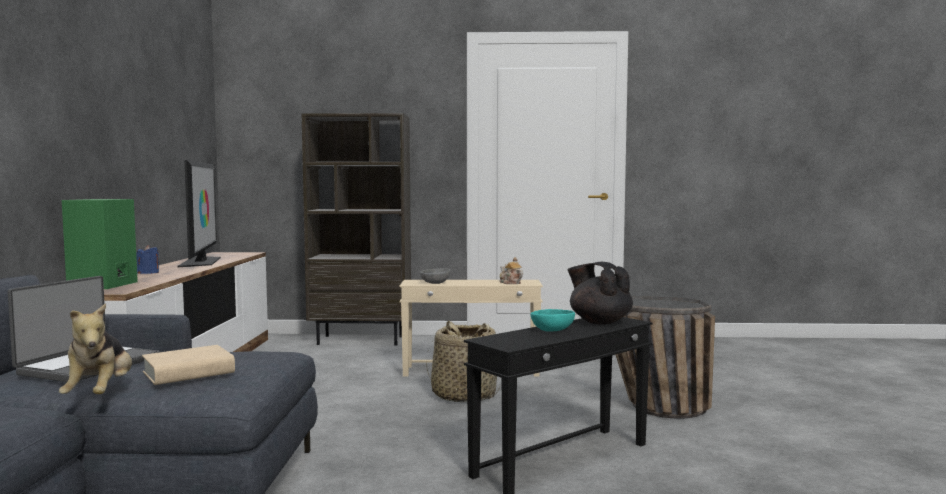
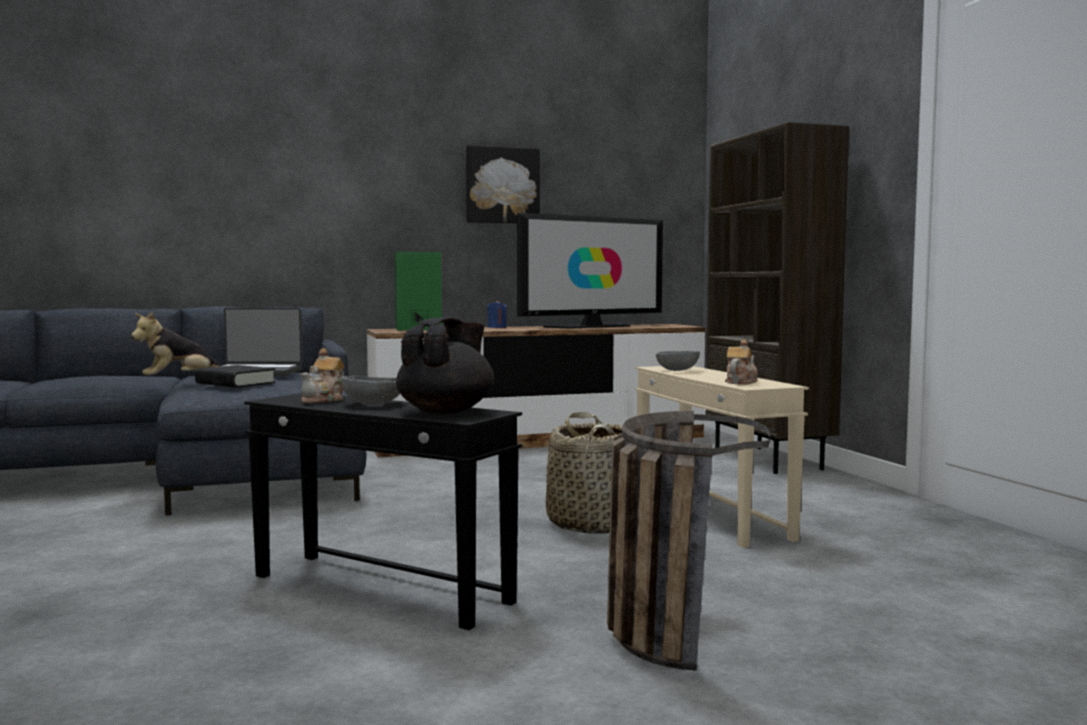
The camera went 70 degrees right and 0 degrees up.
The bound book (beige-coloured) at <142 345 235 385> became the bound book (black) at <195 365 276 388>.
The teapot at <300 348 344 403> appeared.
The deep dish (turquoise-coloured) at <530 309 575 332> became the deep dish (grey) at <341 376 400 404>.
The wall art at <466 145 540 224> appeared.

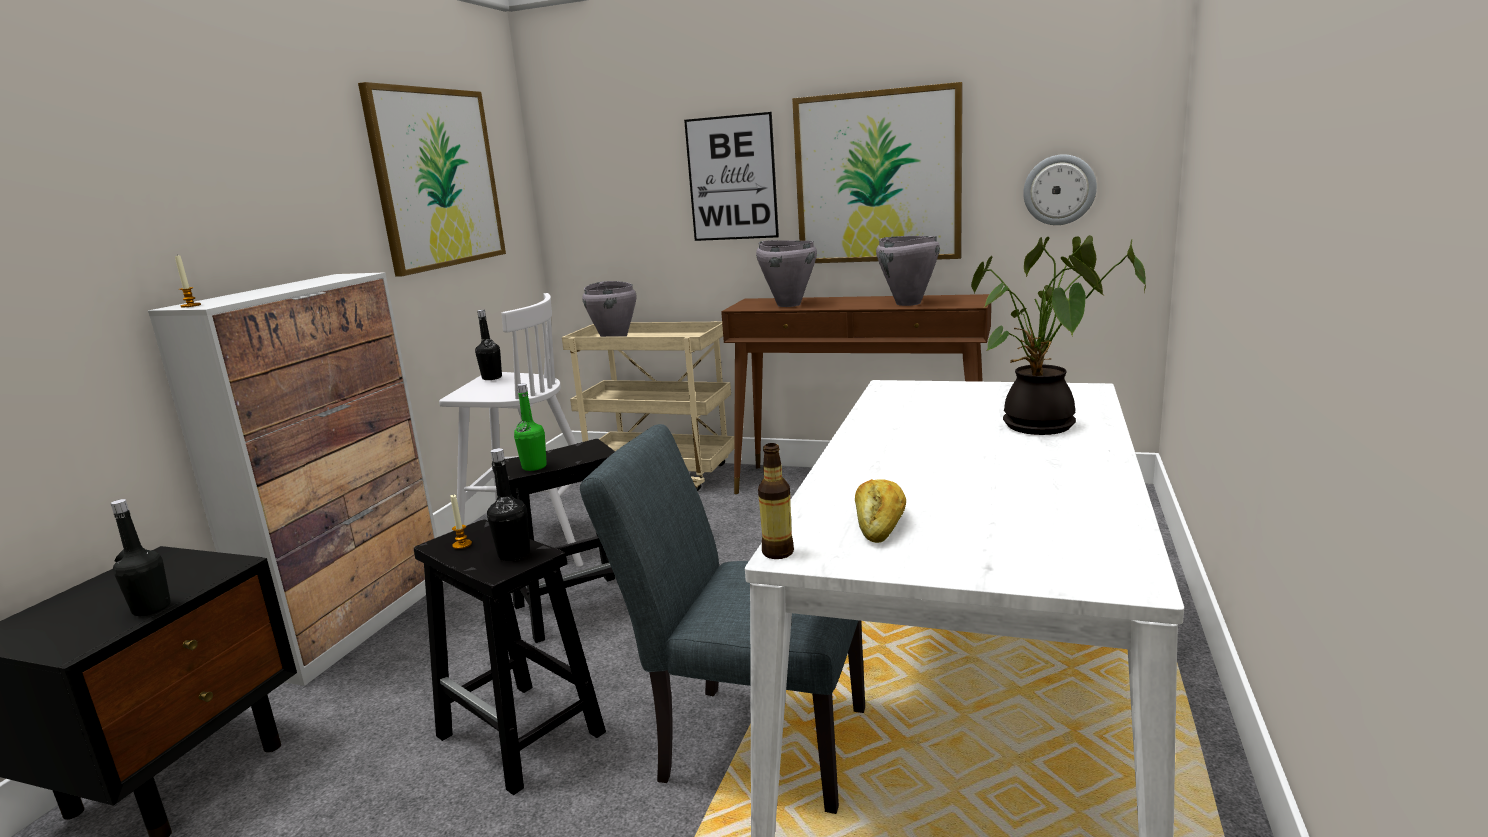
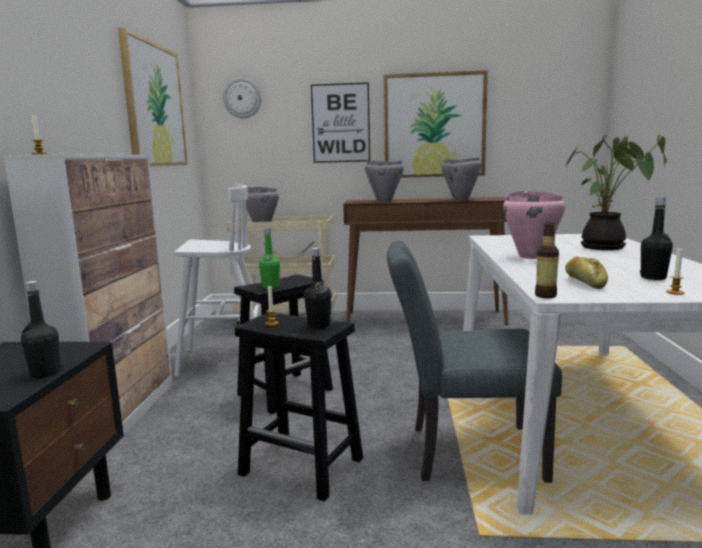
The camera went 15 degrees left and 5 degrees down.
The hanging clock moved from <1023 154 1097 225> to <223 78 261 118>.
The cooking pot (pink-coloured) at <503 191 565 259> appeared.
The drink bottle (black) moved from <475 310 502 380> to <640 198 673 280>.
The wax candle at <666 248 684 295> appeared.

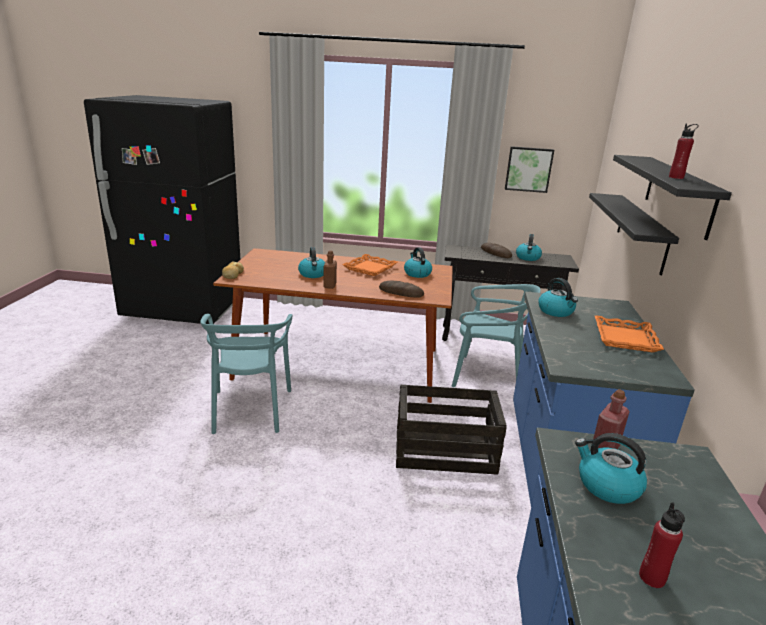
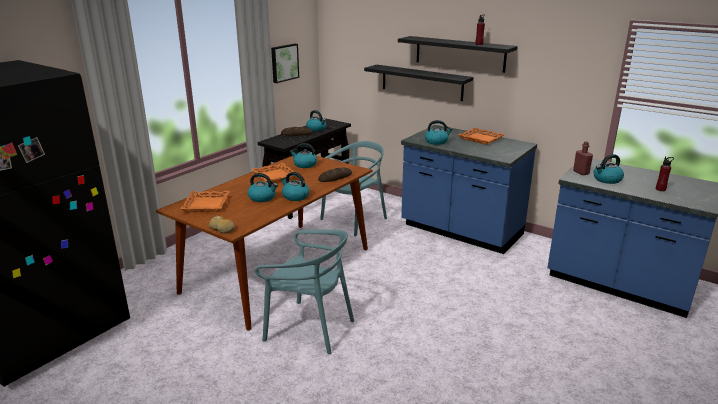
The camera went 60 degrees left and 0 degrees up.
The carrying tray (orangey) at <180 191 230 212> appeared.
The drink bottle (brown-coloured) at <324 250 337 289> was replaced by the water kettle at <281 172 310 201>.
The packing crate at <396 385 507 475> disappeared.

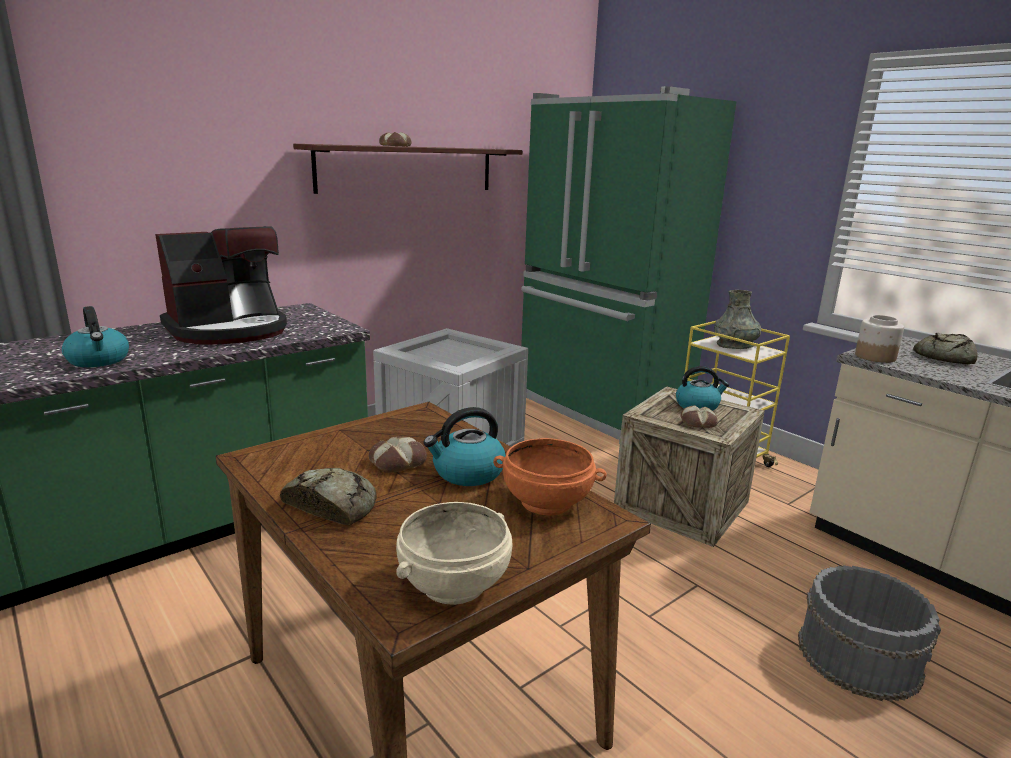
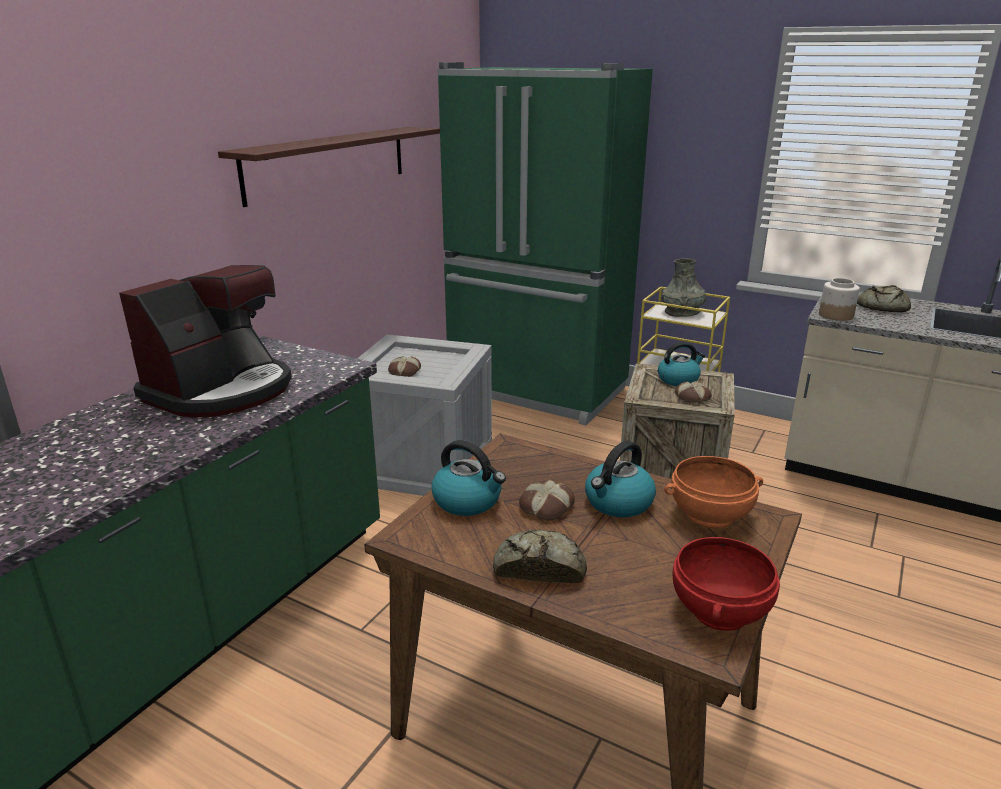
The camera went 20 degrees left and 5 degrees up.
The bread moved from <379 132 411 146> to <388 356 421 377>.
The water kettle moved from <62 306 129 367> to <432 440 506 516>.
The deep dish (beige-coloured) at <396 502 513 605> became the deep dish (red) at <673 537 780 631>.
The water bucket (grey) at <798 565 941 701> disappeared.

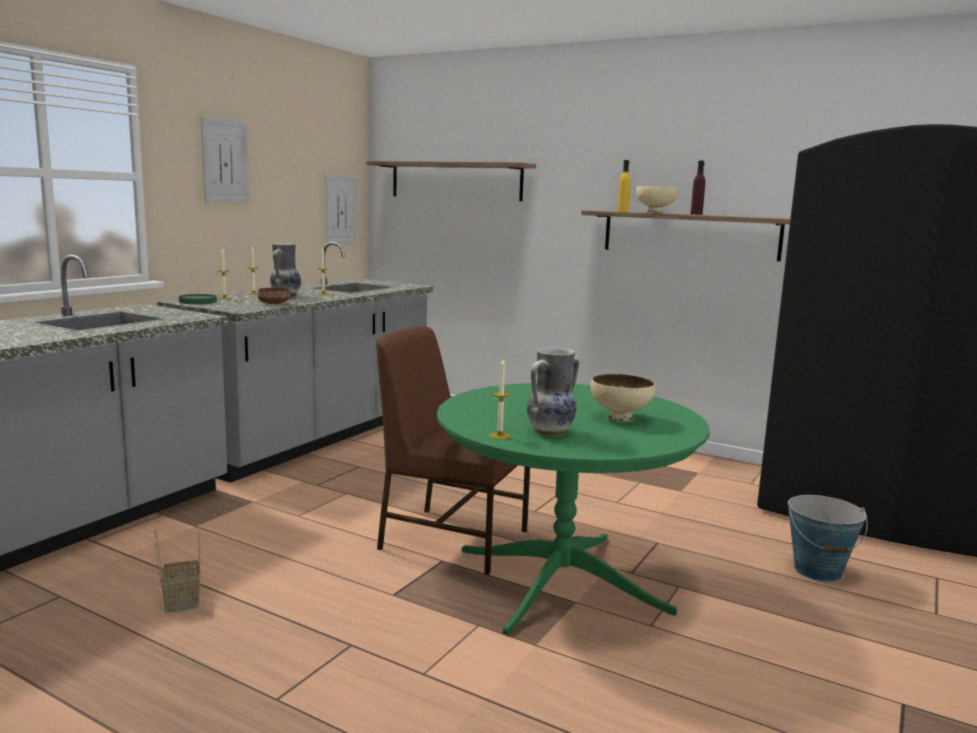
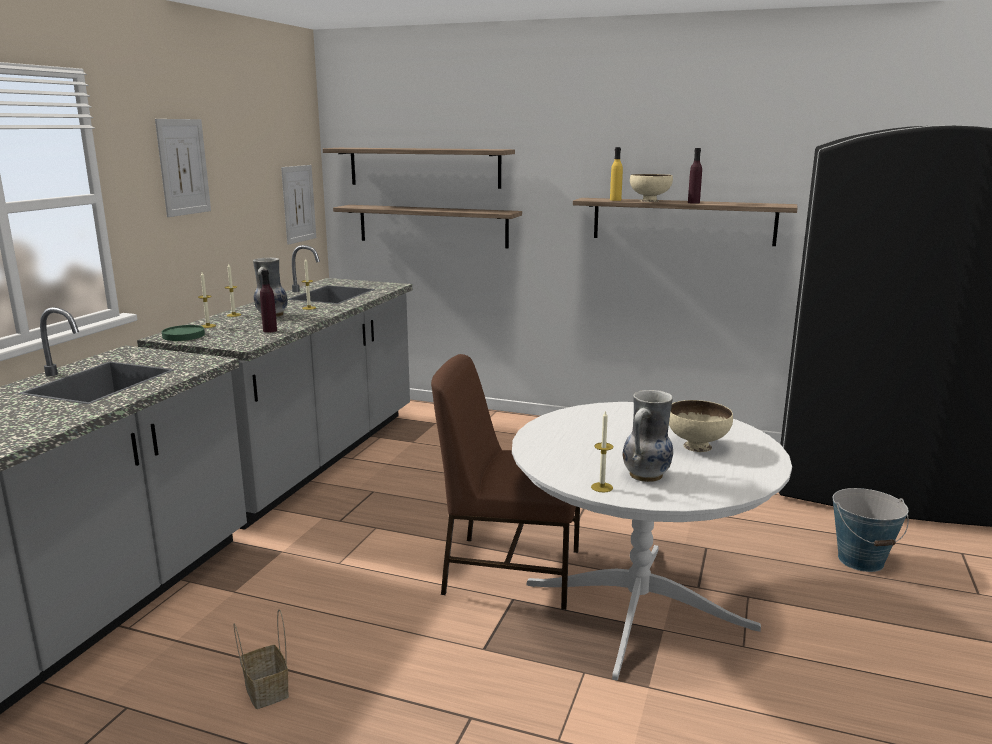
The camera went 10 degrees left and 5 degrees up.
The deep dish (brown-coloured) at <258 288 291 304> was replaced by the drink bottle (purplish) at <260 270 277 333>.
The shelf at <333 205 522 248> appeared.
The dinner table (green-coloured) at <437 383 710 636> became the dinner table (whitish) at <512 402 792 681>.

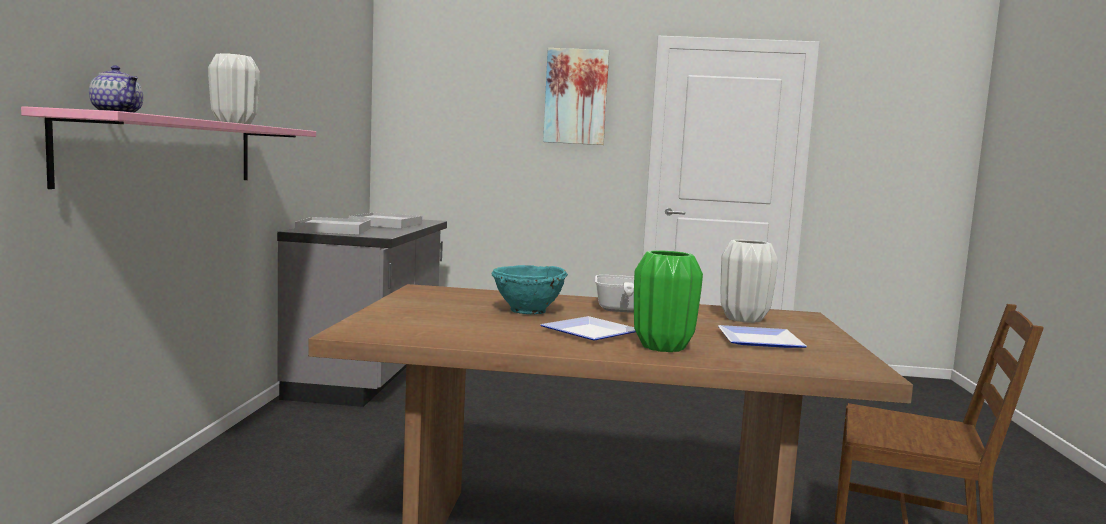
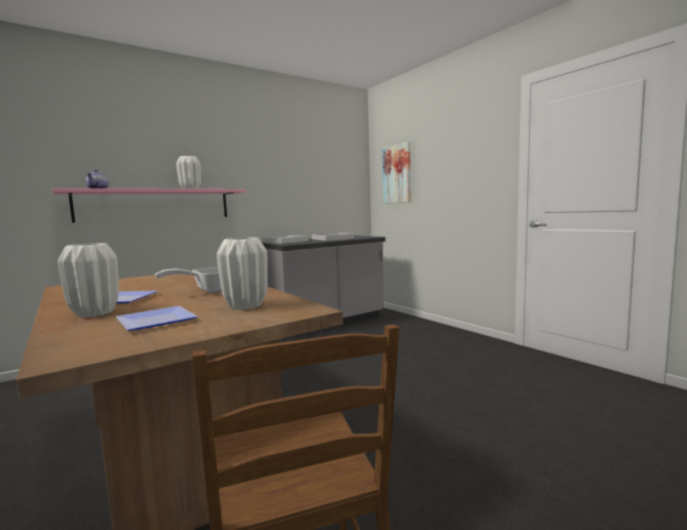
The camera went 50 degrees right and 0 degrees up.
The flower vase (green-coloured) at <634 250 703 352> became the flower vase (whitish) at <58 243 119 317>.
The wall art moved from <543 48 609 145> to <382 142 411 203>.
The deep dish (turquoise-coloured) at <491 265 568 314> disappeared.

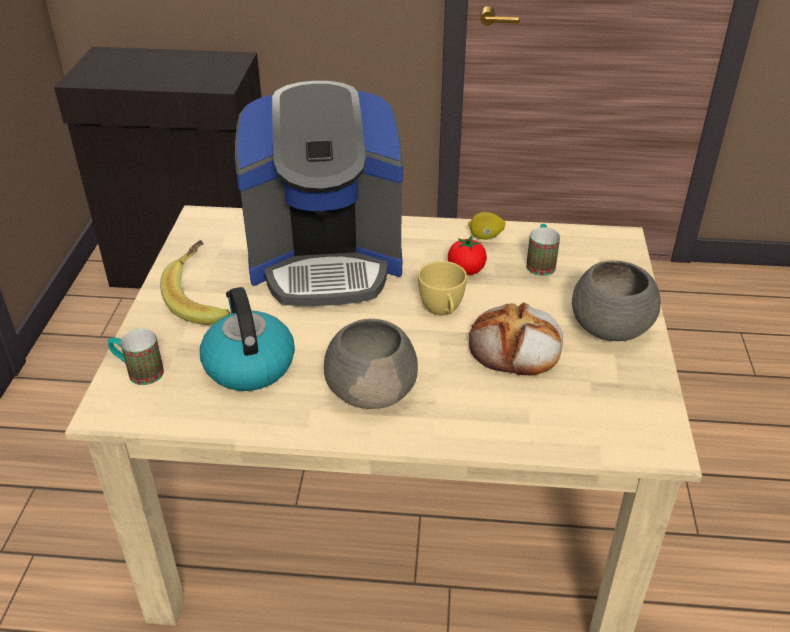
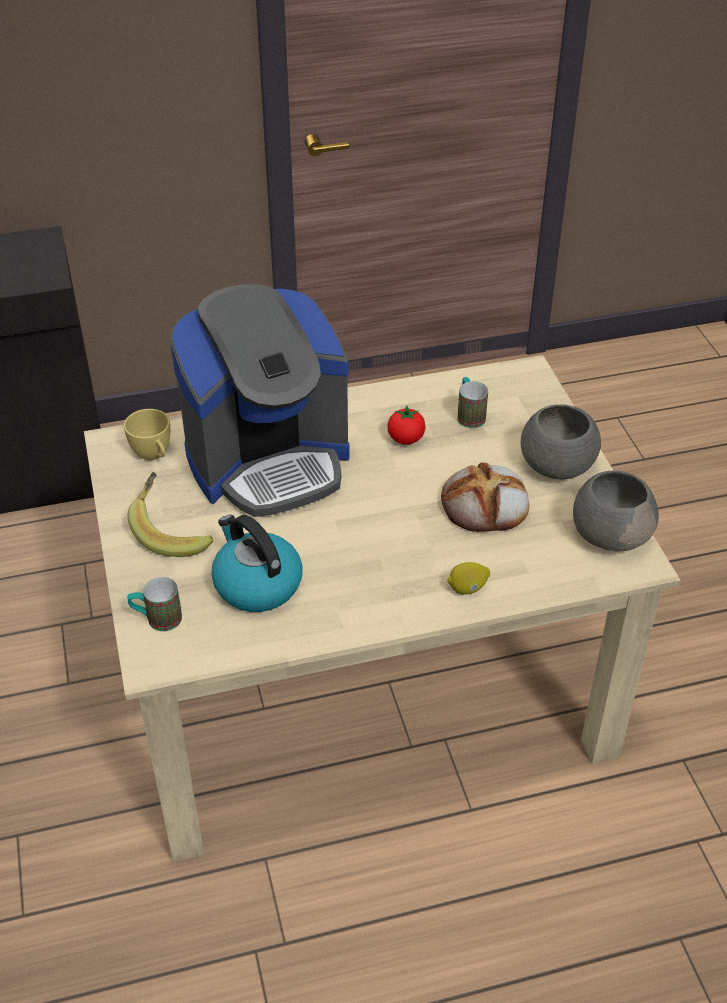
The camera went 20 degrees left and 5 degrees up.
The small cup (yellow-coloured) moved from <418 261 467 316> to <124 409 170 460>.
The whole lemon moved from <468 212 506 240> to <447 562 490 595>.
The deep dish (grey) moved from <324 319 418 409> to <573 470 659 551>.

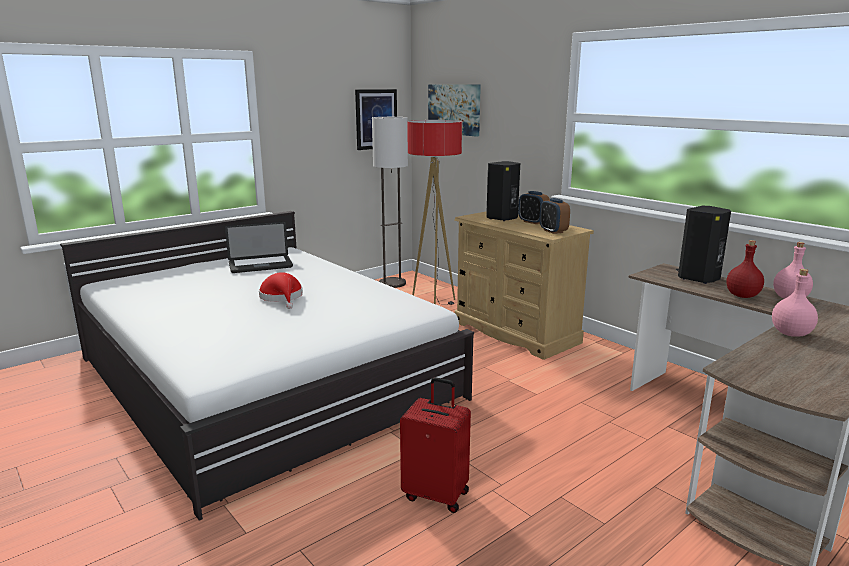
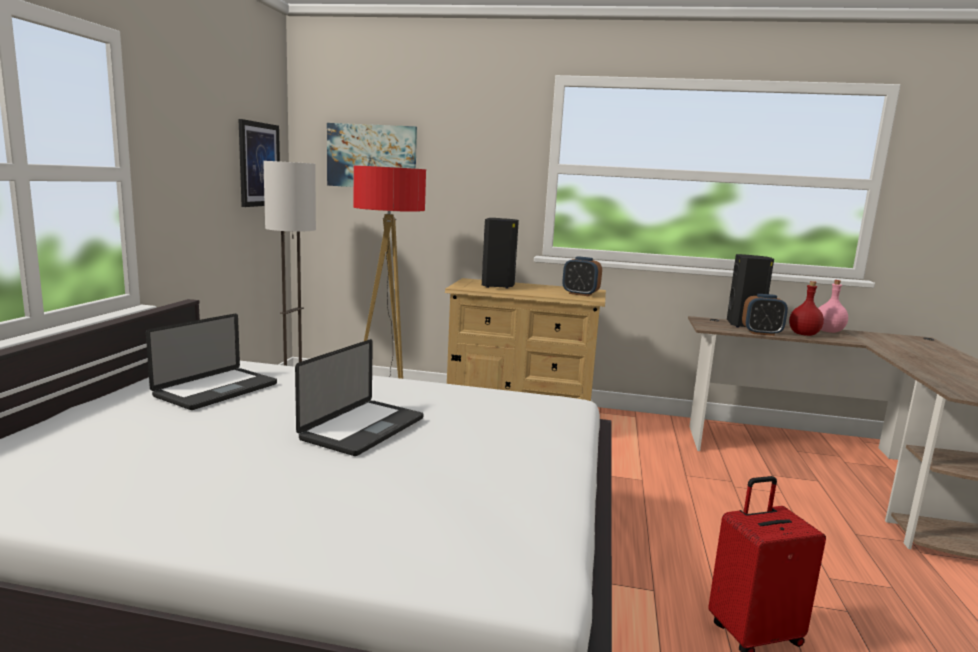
The camera went 40 degrees left and 5 degrees down.
The hat (red) at <259 272 303 309> was replaced by the notebook computer at <295 339 423 456>.
The bedside clock moved from <518 191 550 224> to <742 294 788 336>.
The drink bottle (pink-coloured) at <772 269 818 337> disappeared.

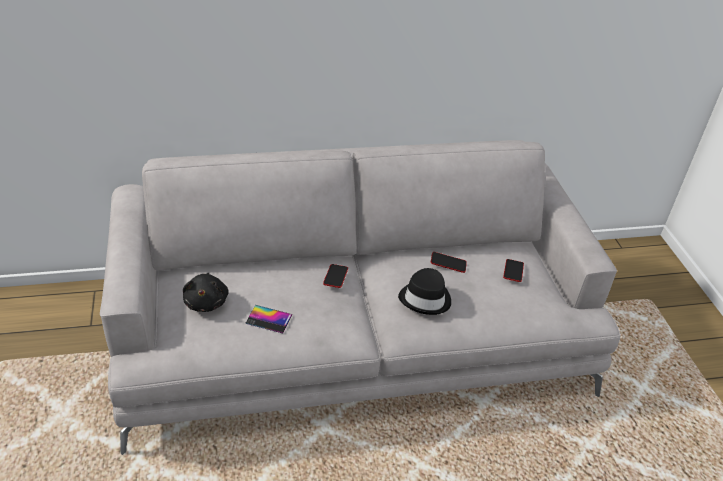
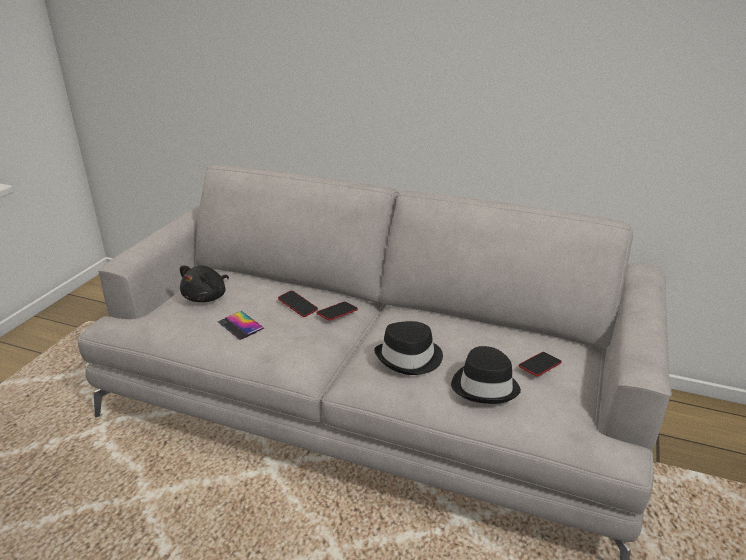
The camera went 35 degrees right and 10 degrees down.
The telephone moved from <431 252 467 273> to <278 290 318 317>.
The hat (black) at <451 346 521 404> appeared.

